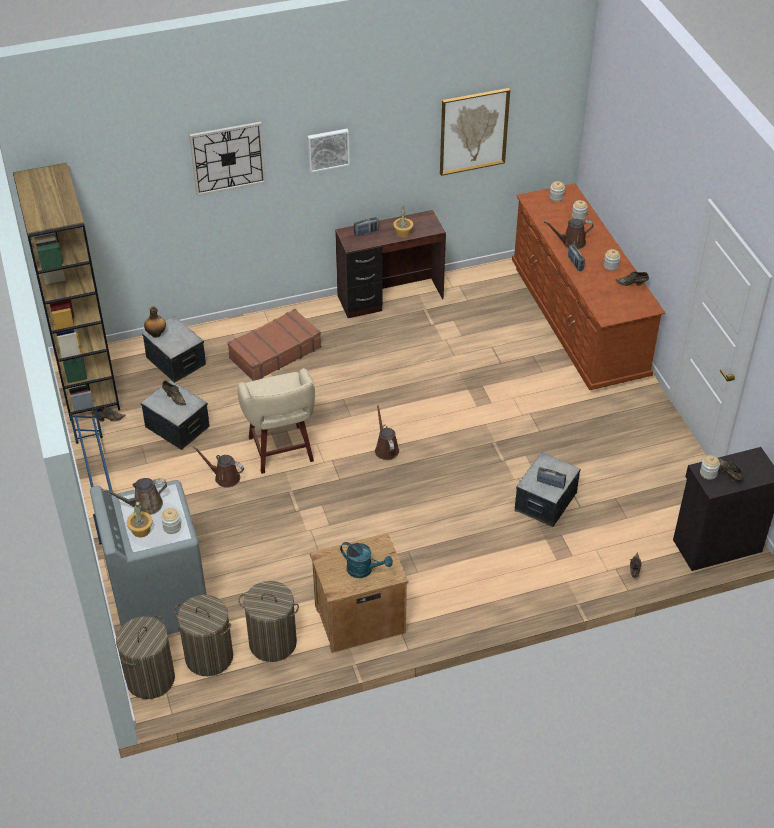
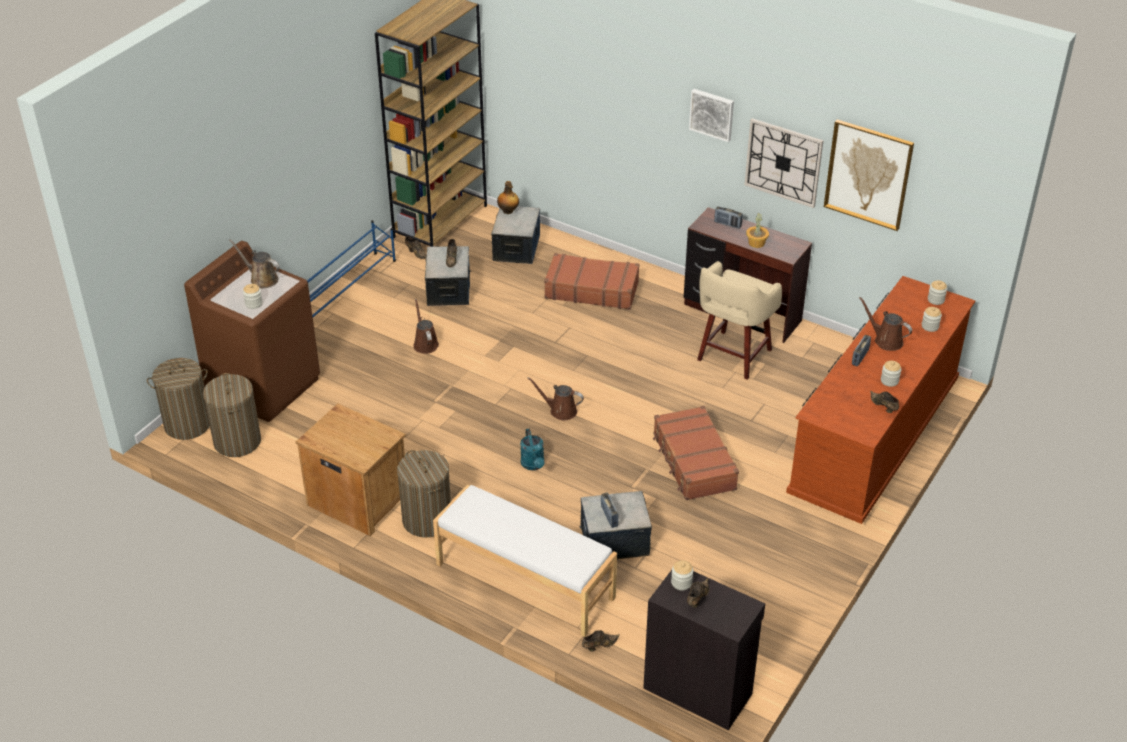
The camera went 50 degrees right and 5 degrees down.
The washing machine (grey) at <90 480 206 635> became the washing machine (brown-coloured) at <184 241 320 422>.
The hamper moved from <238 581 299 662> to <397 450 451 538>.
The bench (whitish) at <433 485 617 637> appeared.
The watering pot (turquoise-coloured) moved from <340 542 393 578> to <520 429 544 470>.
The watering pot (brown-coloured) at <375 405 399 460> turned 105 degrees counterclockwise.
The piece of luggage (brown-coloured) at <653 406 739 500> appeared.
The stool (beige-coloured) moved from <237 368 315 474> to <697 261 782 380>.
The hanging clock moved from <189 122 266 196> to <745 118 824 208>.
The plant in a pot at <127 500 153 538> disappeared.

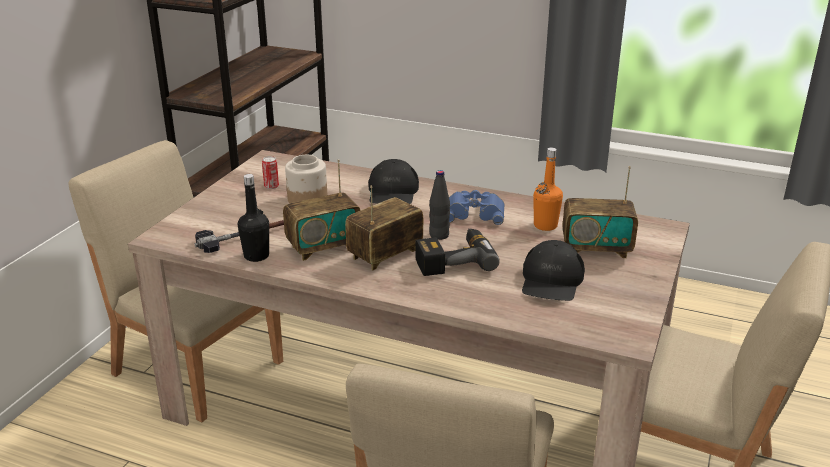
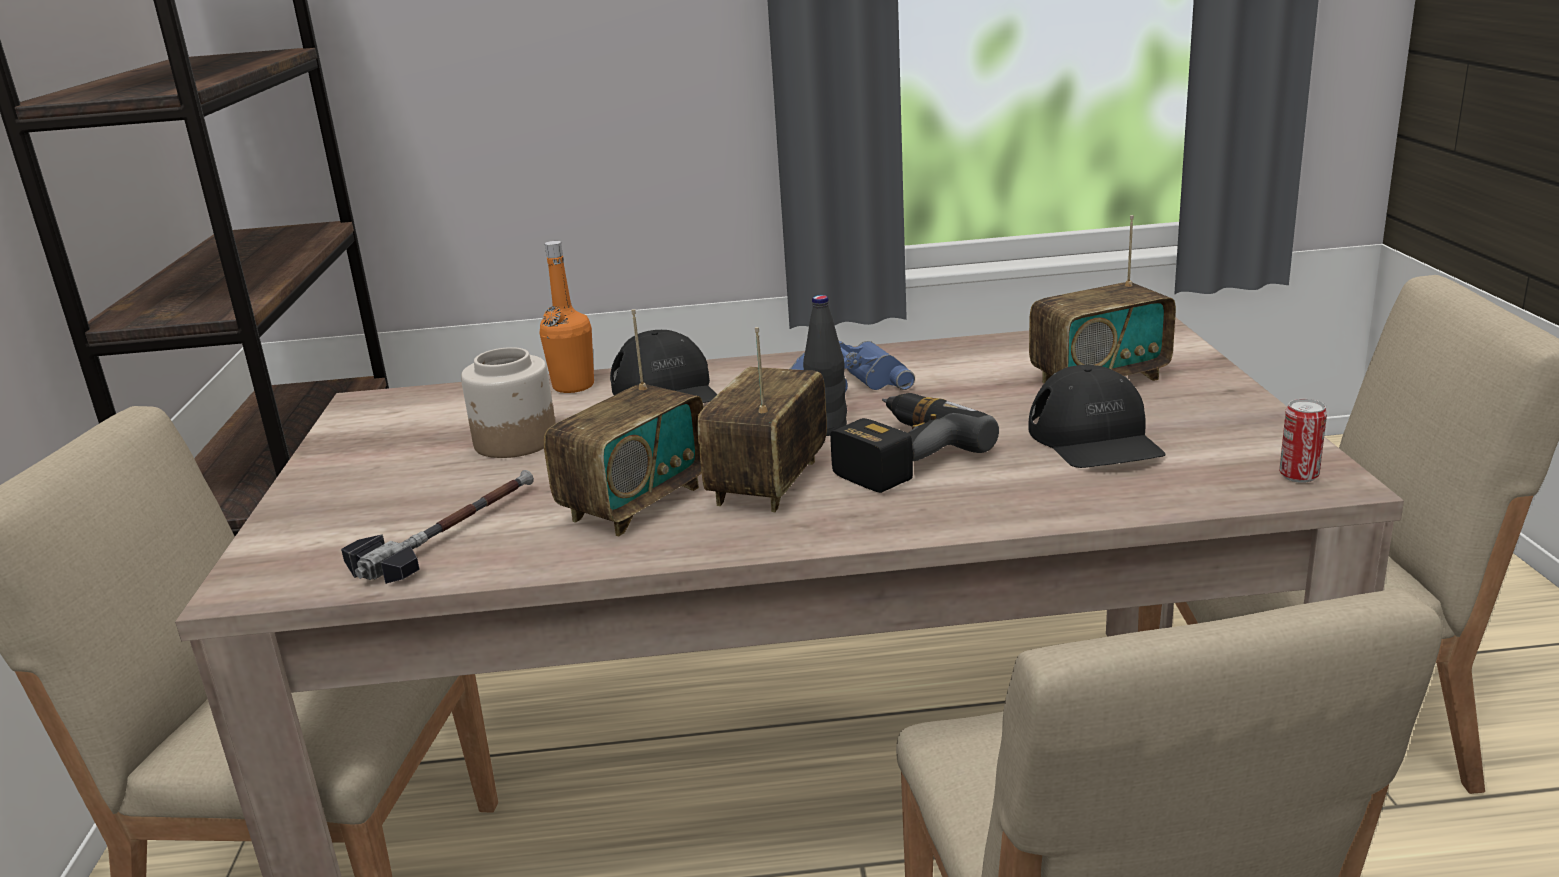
The camera went 25 degrees left and 5 degrees down.
The drink bottle (orangey) moved from <533 148 563 231> to <539 241 594 393>.
The metal can moved from <262 156 279 189> to <1279 399 1327 483>.
The drink bottle (black) at <238 174 269 262> disappeared.

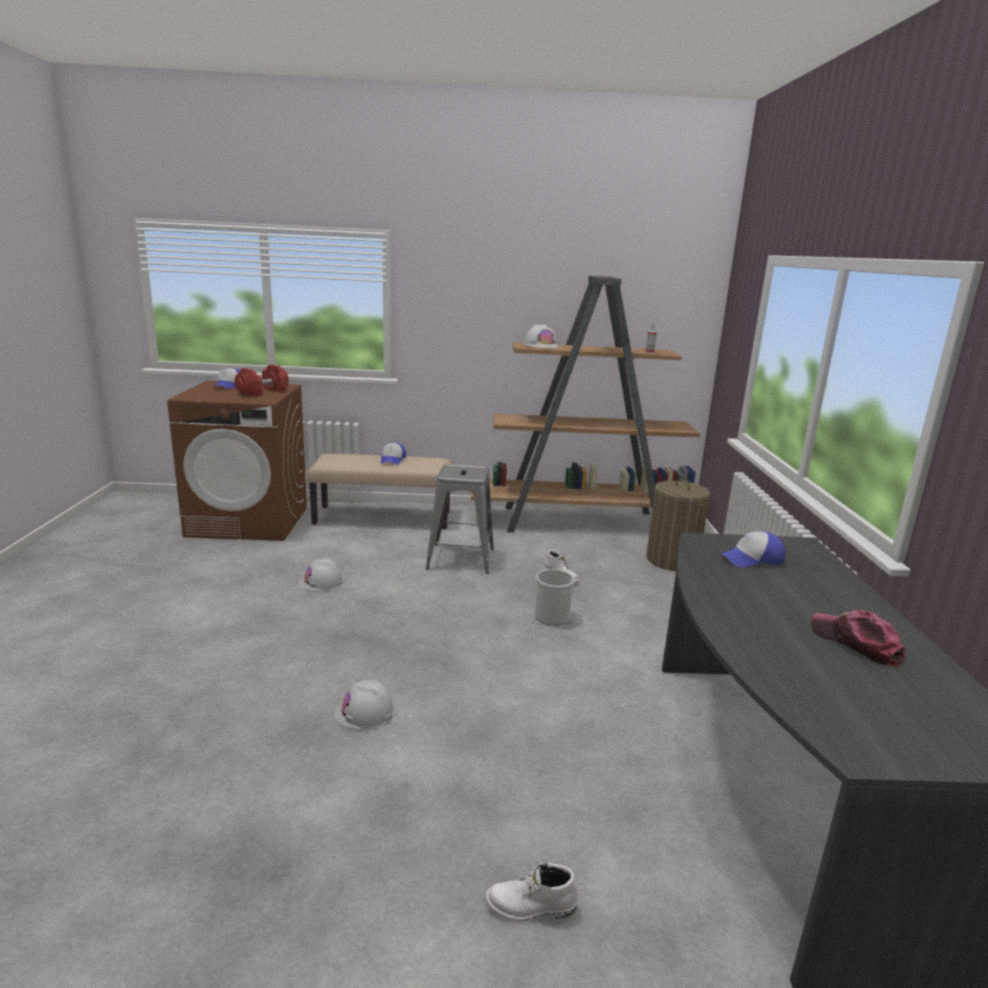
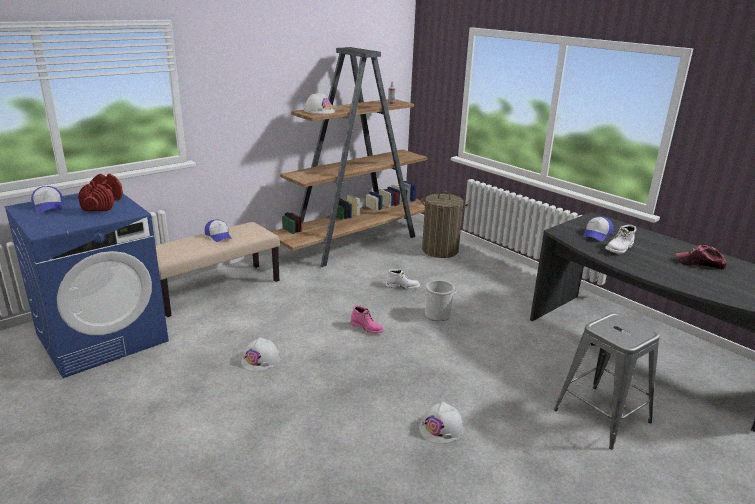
The camera went 40 degrees left and 5 degrees up.
The washing machine (brown-coloured) at <167 381 307 541> became the washing machine (blue-coloured) at <4 193 169 378>.
The boot (pink-coloured) at <350 306 384 334> appeared.
The stool (grey) moved from <426 464 494 574> to <554 313 660 449>.
The boot (whitish) moved from <486 862 578 922> to <605 225 636 254>.

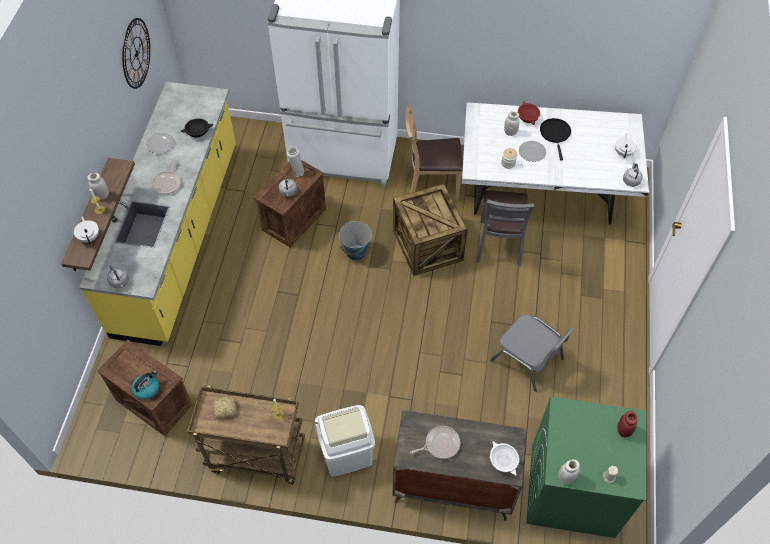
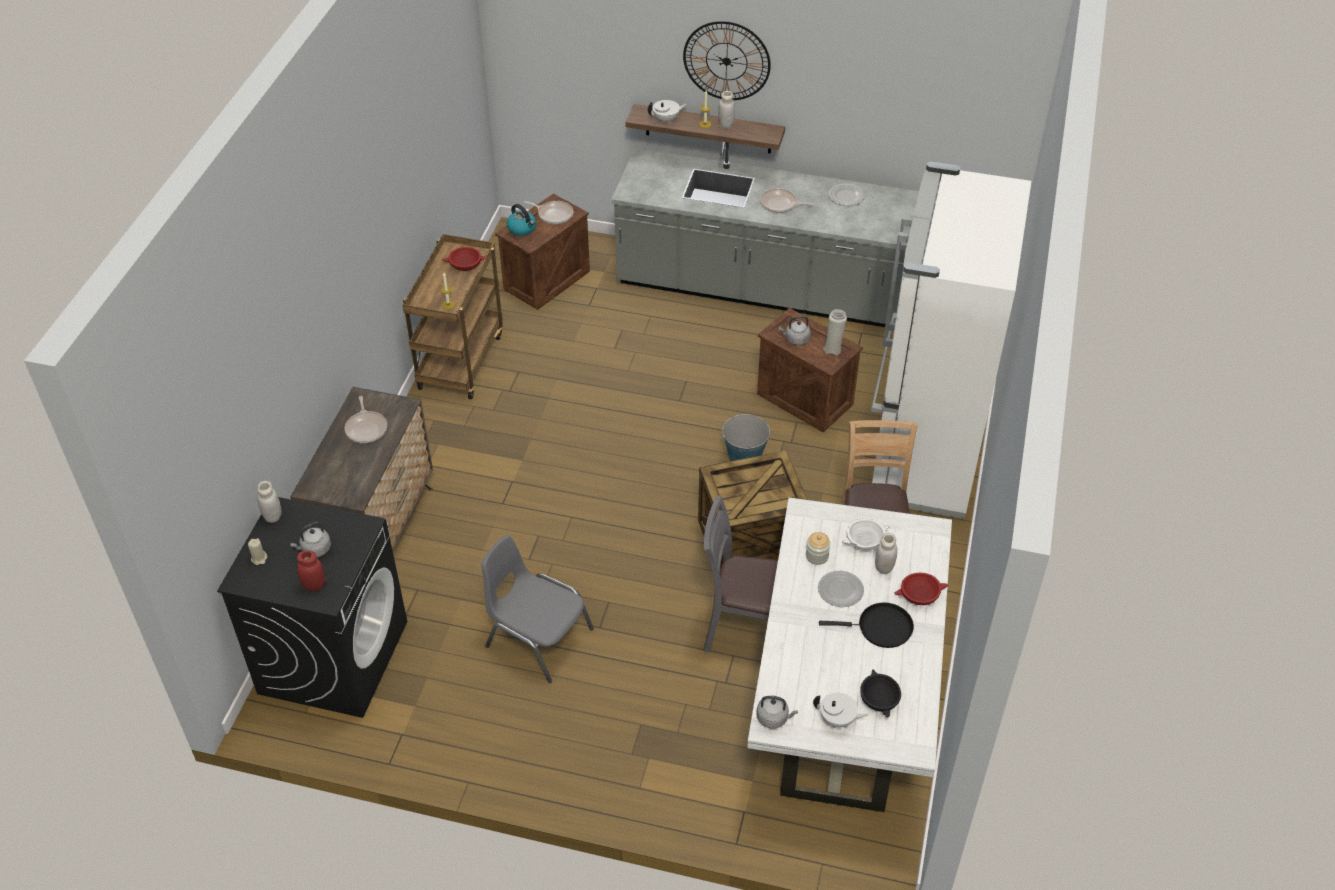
The camera went 95 degrees right and 10 degrees down.
The washing machine (green-coloured) at <526 397 646 538> became the washing machine (black) at <217 497 407 718>.
The water kettle (grey) moved from <107 265 129 288> to <290 522 331 558>.
The bread at <213 396 236 419> was replaced by the deep dish (red) at <442 247 487 271>.
The upright chair (grey) at <490 314 574 392> turned 75 degrees clockwise.
The pan at <524 201 573 224> appeared.
The kitchen base unit (yellow-coloured) at <79 82 236 346> became the kitchen base unit (grey) at <611 142 919 327>.
The hanging clock moved from <122 18 150 89> to <683 21 771 100>.
The deep dish (whitish) moved from <490 441 519 476> to <842 519 889 550>.
The deep dish (black) moved from <181 118 213 137> to <860 669 901 718>.
The trash can (whitish) at <315 405 375 477> disappeared.

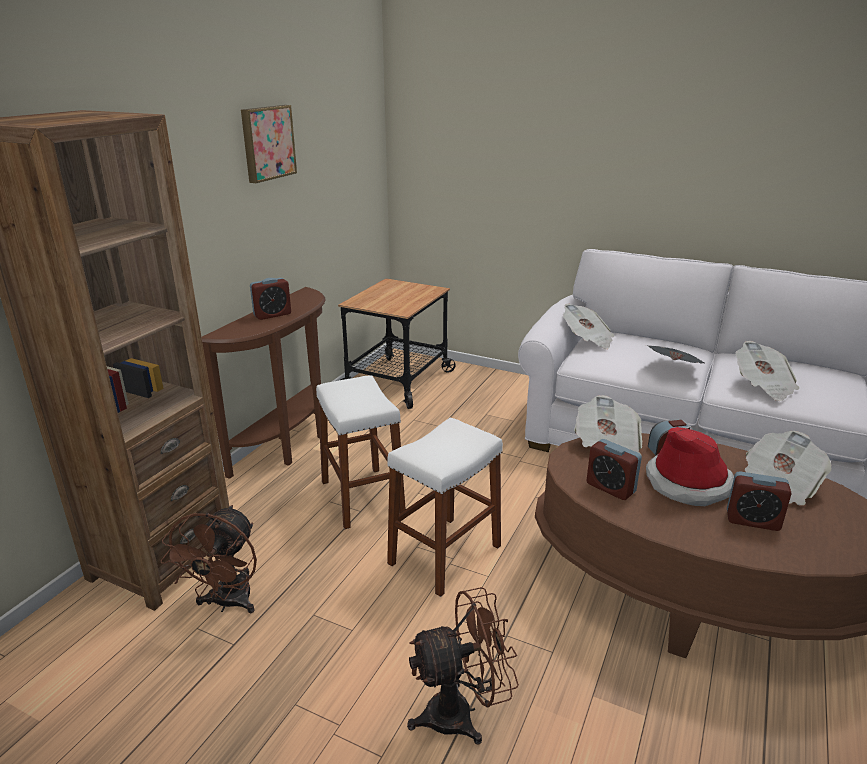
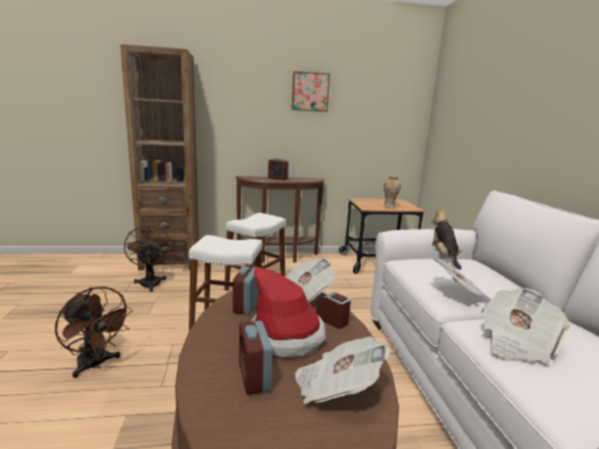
The camera went 55 degrees right and 10 degrees down.
The cooling fan (brown-coloured) at <160 505 257 613> turned 90 degrees clockwise.
The flower vase at <384 175 401 208> appeared.
The newspaper at <563 304 615 349> was replaced by the cuddly toy at <431 209 462 270>.

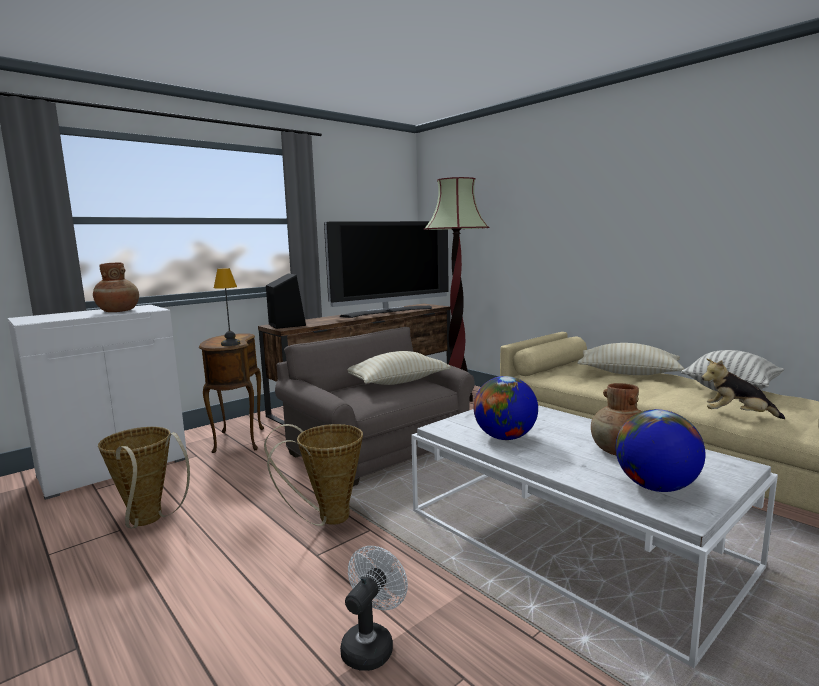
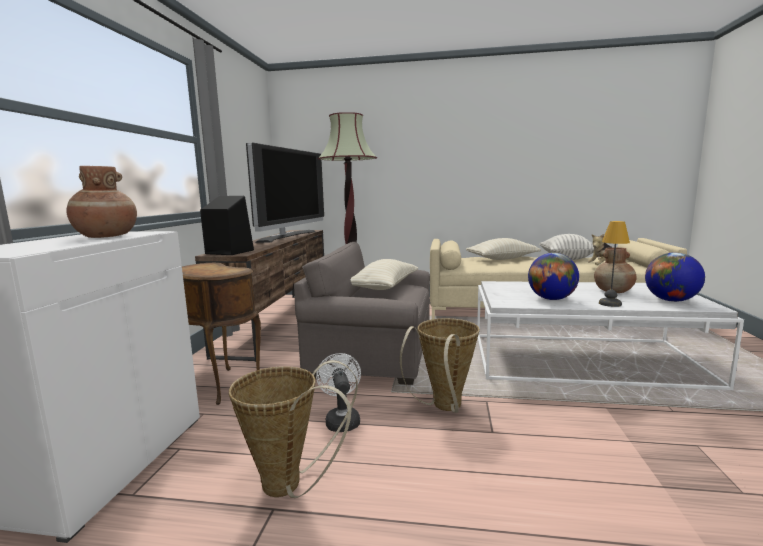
The camera went 40 degrees left and 0 degrees up.
The cooling fan (whitish) moved from <340 546 408 671> to <316 353 361 432>.
The table lamp moved from <214 268 241 346> to <599 221 630 307>.

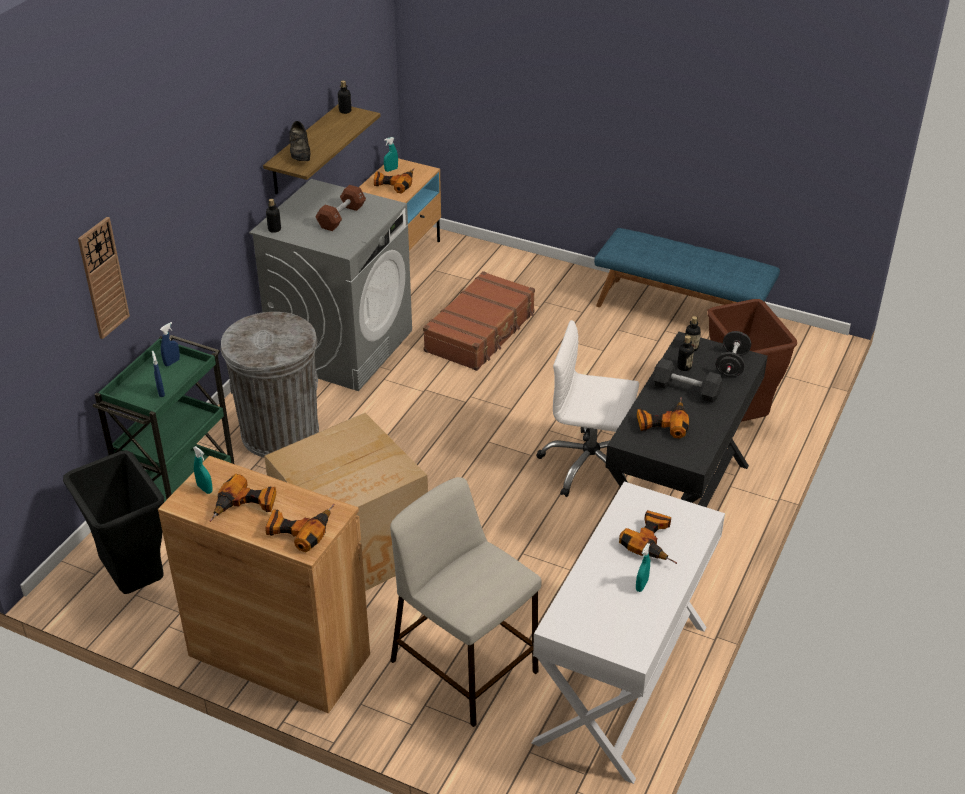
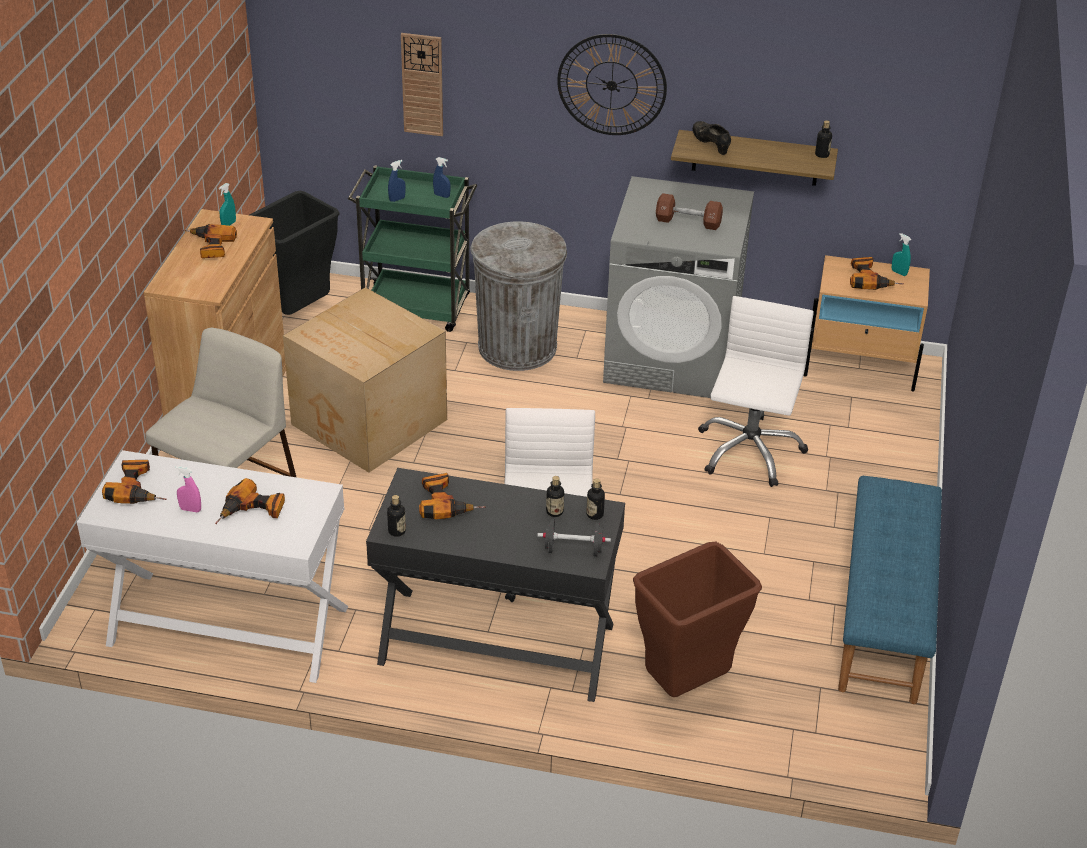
The camera went 75 degrees right and 0 degrees up.
The drill moved from <265 504 335 552> to <102 460 167 504>.
The sprayer (turquoise-coloured) at <636 543 650 592> became the sprayer (pink-coloured) at <175 466 201 512>.
The drink bottle moved from <266 199 281 233> to <387 495 406 537>.
The hanging clock at <557 34 667 135> appeared.
The item of footwear (black) at <289 121 311 161> turned 90 degrees clockwise.
The piece of luggage (brown-coloured) at <423 271 535 371> was replaced by the desk chair (whitish) at <698 296 814 487>.
The dumbbell (black) at <653 358 723 402> disappeared.

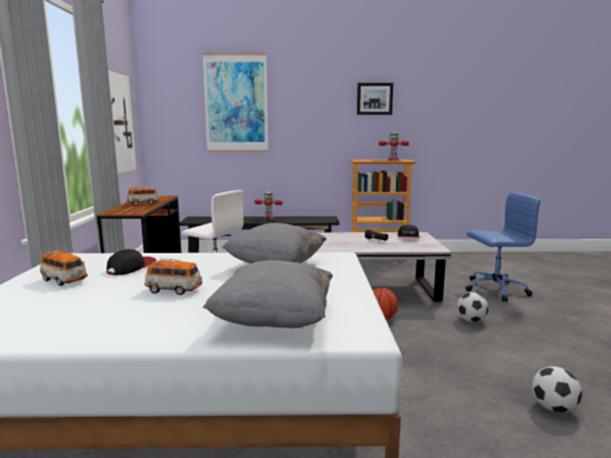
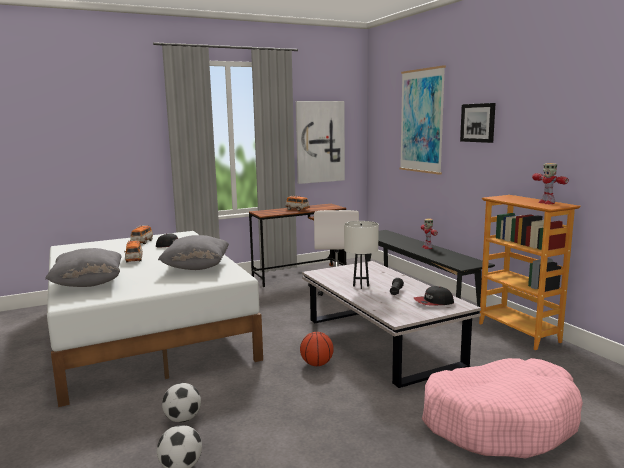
The camera went 65 degrees right and 0 degrees up.
The football moved from <457 292 489 322> to <162 383 201 422>.
The table lamp (whitish) at <344 221 379 289> appeared.
The desk chair (blue-coloured) at <465 192 541 302> was replaced by the dog cushion (pink-coloured) at <422 358 583 458>.
The wall art moved from <357 83 393 115> to <460 103 496 143>.

